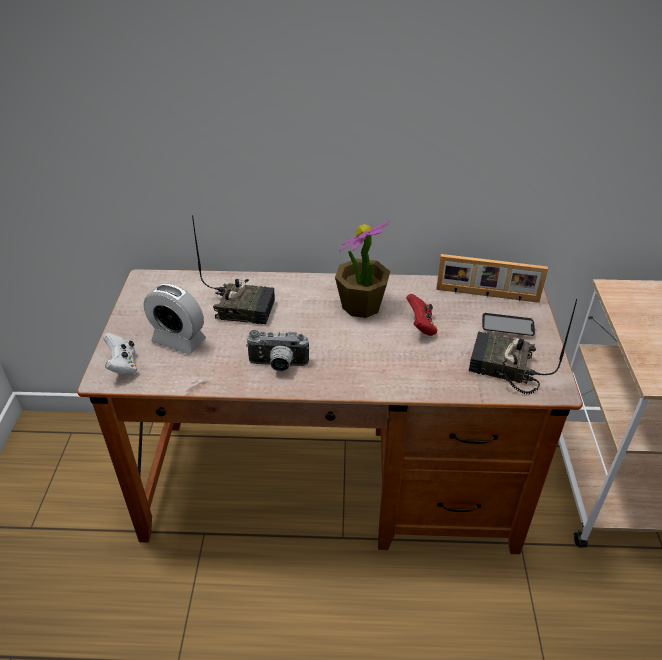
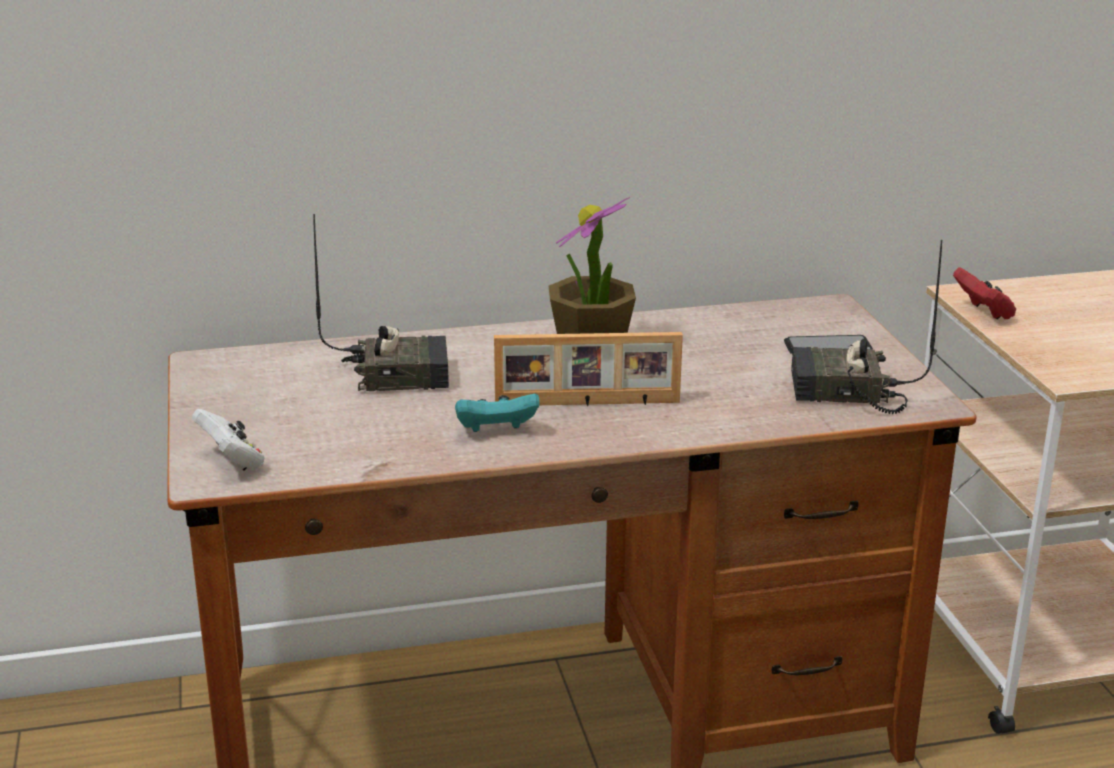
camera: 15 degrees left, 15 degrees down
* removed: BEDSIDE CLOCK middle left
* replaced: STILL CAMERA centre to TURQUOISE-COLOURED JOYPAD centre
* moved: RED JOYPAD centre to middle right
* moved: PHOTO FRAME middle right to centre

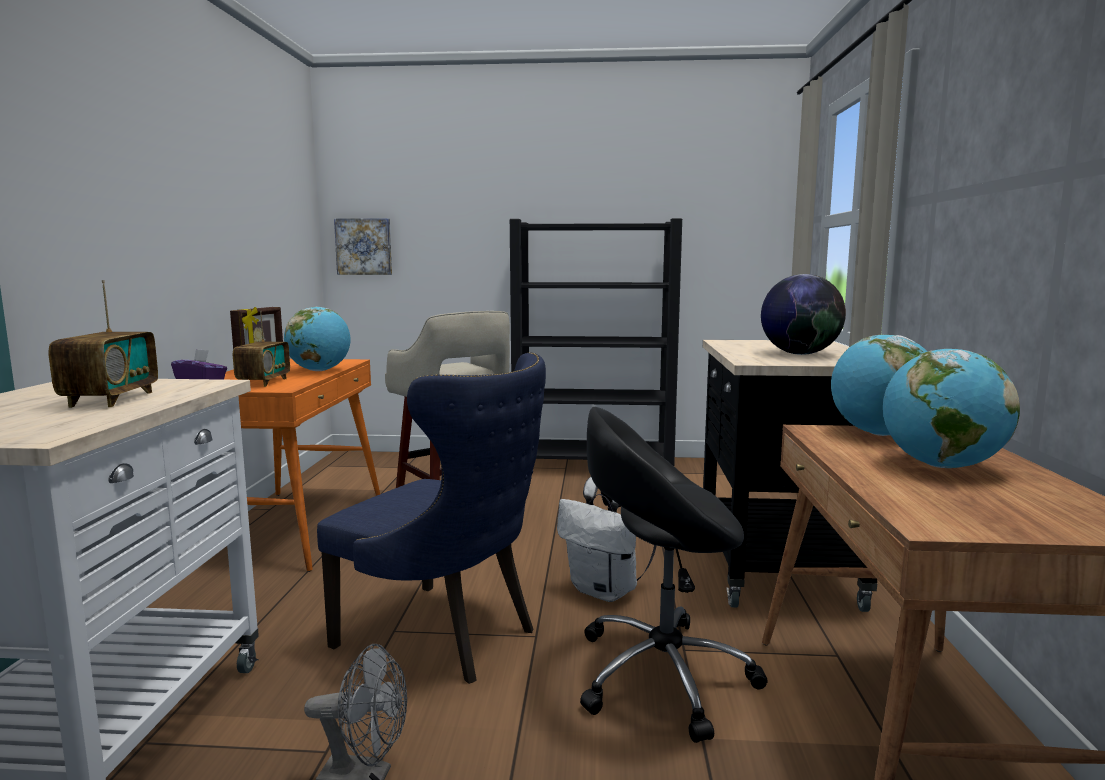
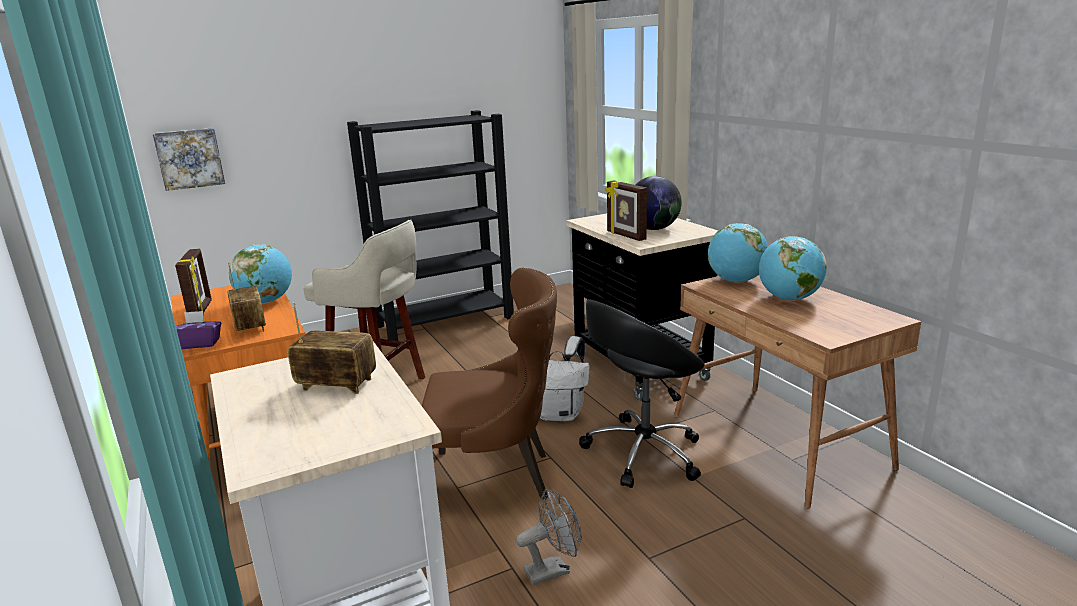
camera: 30 degrees left, 10 degrees up
* turned: RADIO SET (1st from left in the first image) middle left = middle left 45 degrees counterclockwise
* recoloured: BLUISH CHAIR centre to BROWN-COLOURED CHAIR centre
* added: PHOTO FRAME (2nd from left) centre

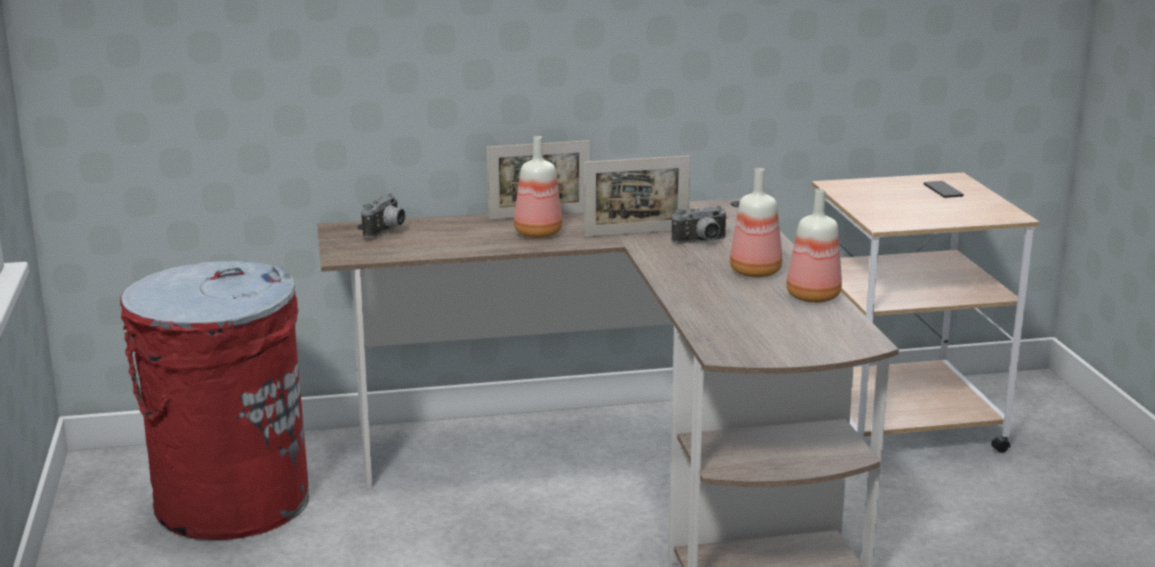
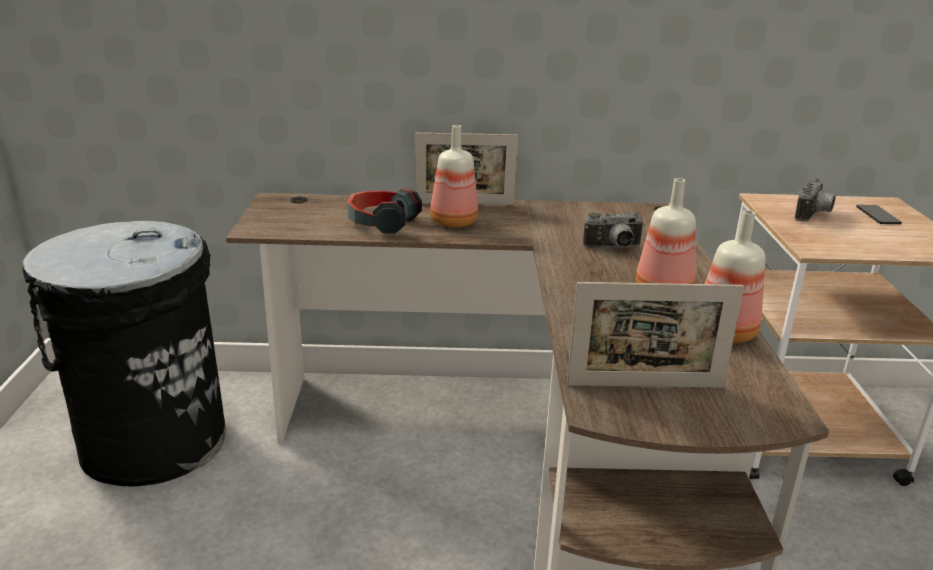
camera: 10 degrees right, 5 degrees up
* recoloured: RED TRASH CAN bottom left to BLACKISH TRASH CAN middle left
* moved: STILL CAMERA (1st from left in the first image) middle left to STILL CAMERA (2nd from left) middle right
* moved: PHOTO FRAME (2nd from left) centre to middle right
* added: HEADSET centre

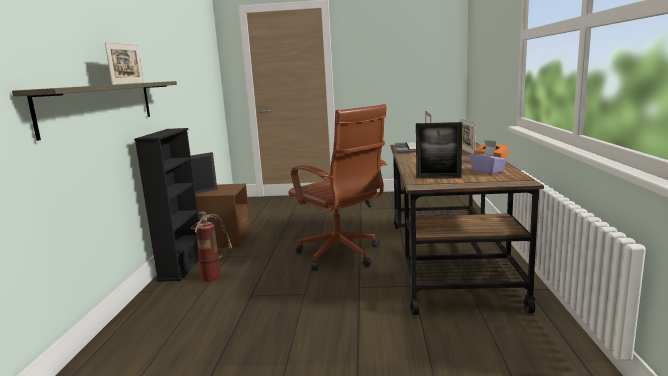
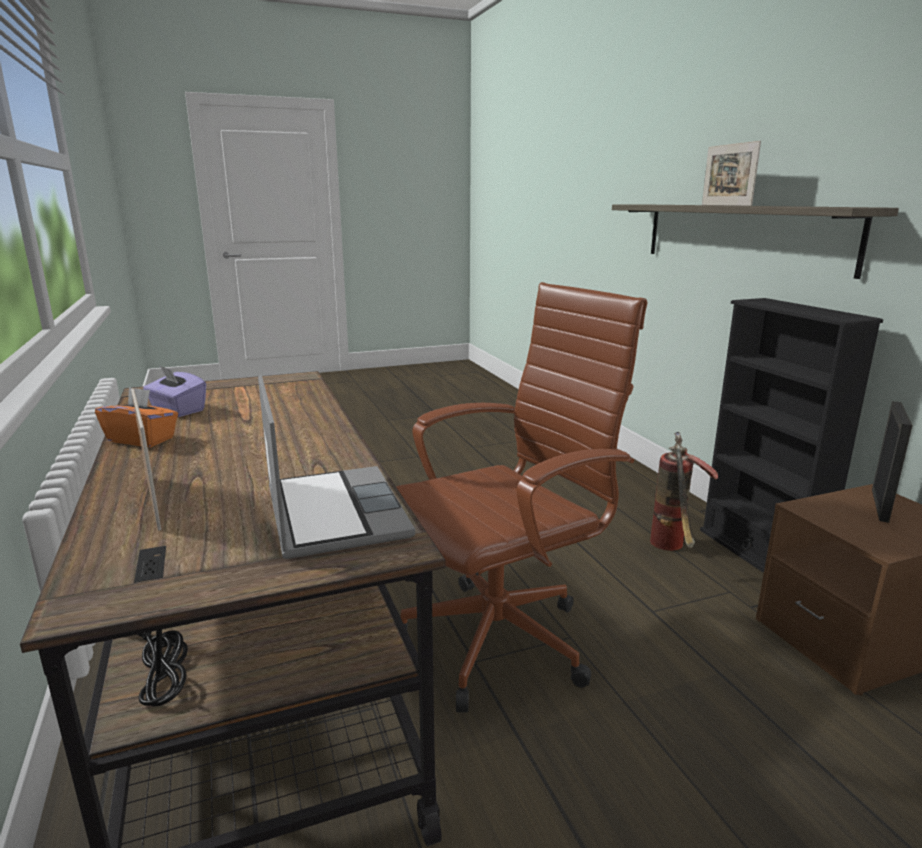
camera: 155 degrees right, 5 degrees up
* turned: BROWN-COLOURED OFFICE CHAIR centre = centre 120 degrees clockwise
* removed: PHOTO FRAME (3rd from left) centre

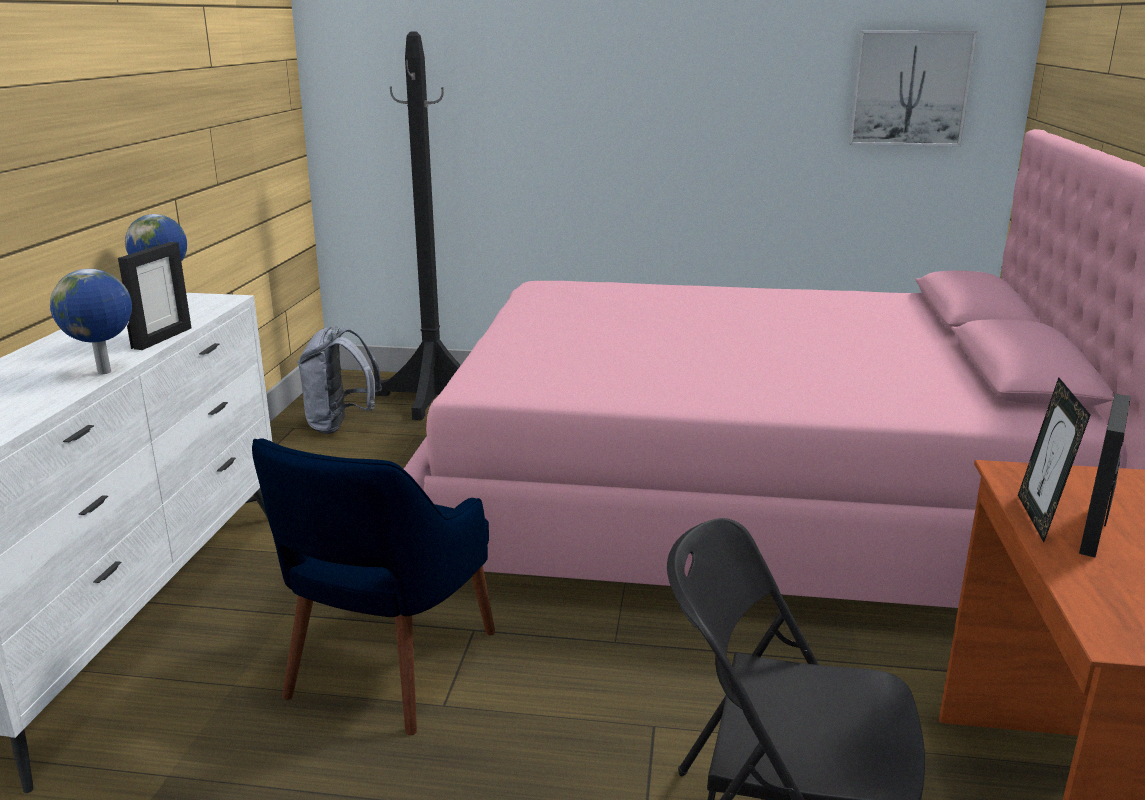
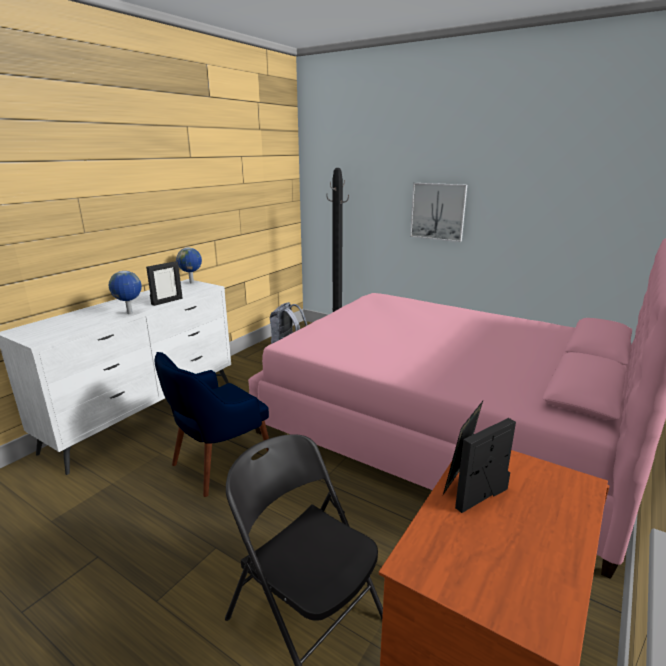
camera: 25 degrees right, 0 degrees up
* moved: WALL ART top right to top centre

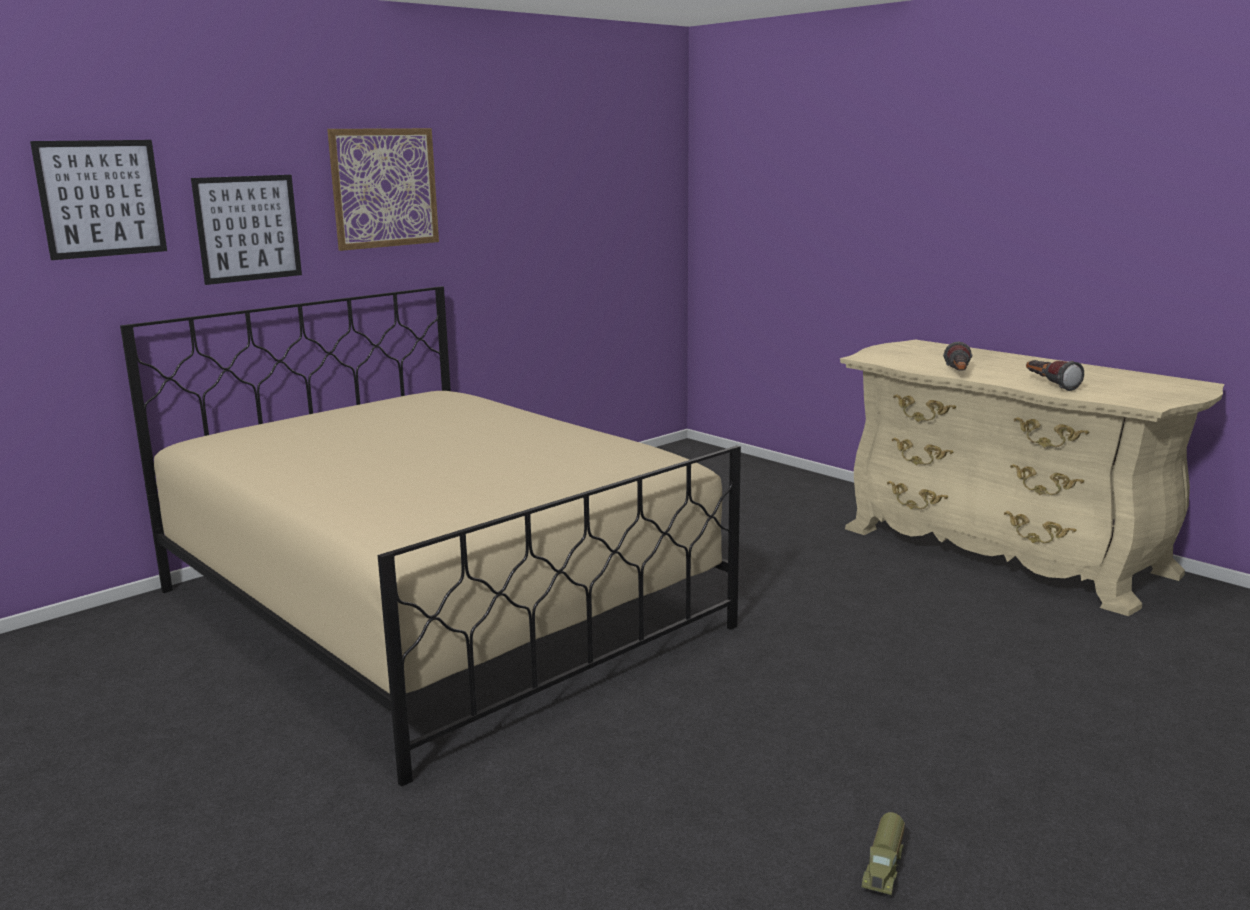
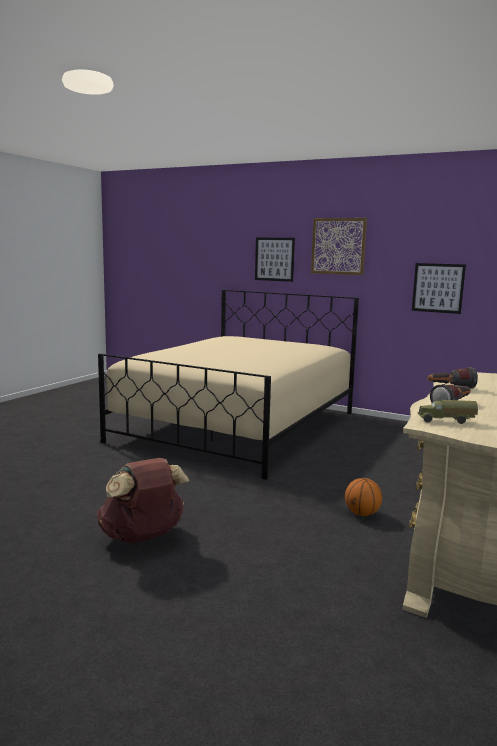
camera: 70 degrees right, 5 degrees down
* moved: WALL ART (1st from left in the first image) top left to WALL ART (3rd from left) middle right
* moved: MODEL TRUCK bottom right to middle right
* added: BROWN-COLOURED BACKPACK bottom left
* added: BASKETBALL middle right

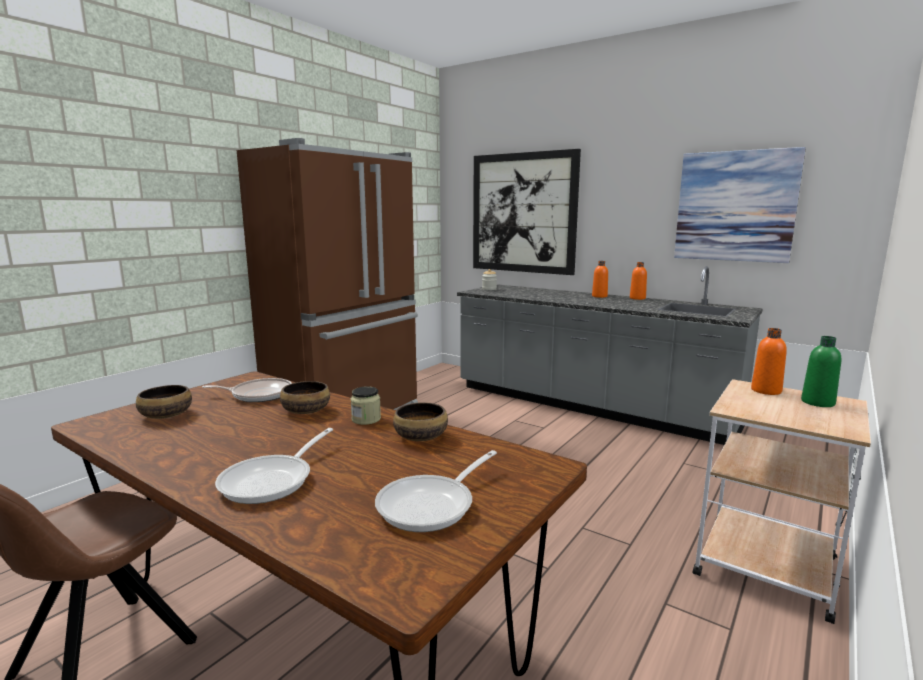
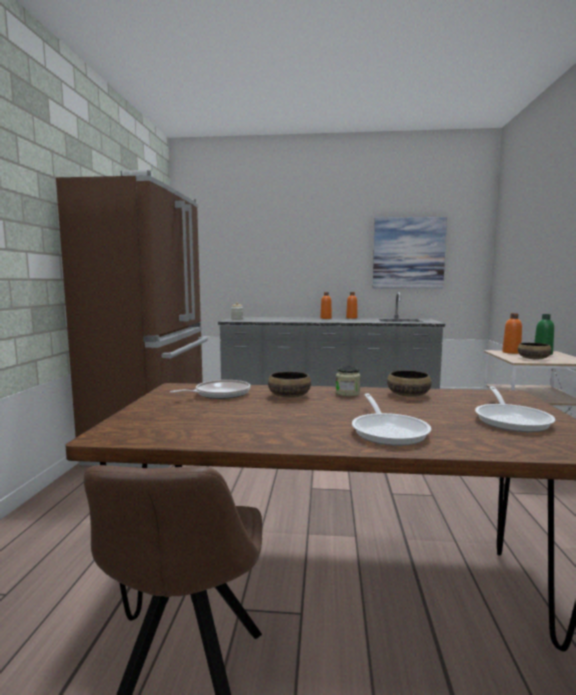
camera: 30 degrees left, 5 degrees down
* moved: SERVING BOWL (1st from left in the first image) middle left to SERVING BOWL (3rd from left) middle right
* removed: WALL ART (1st from left) top centre

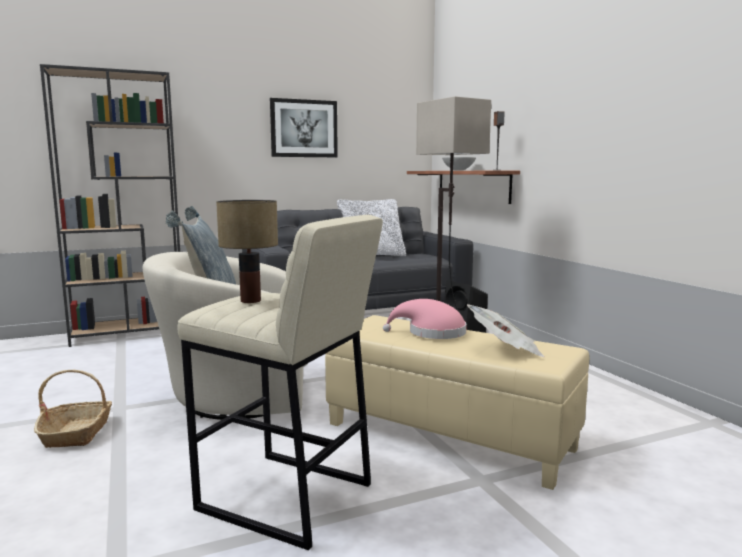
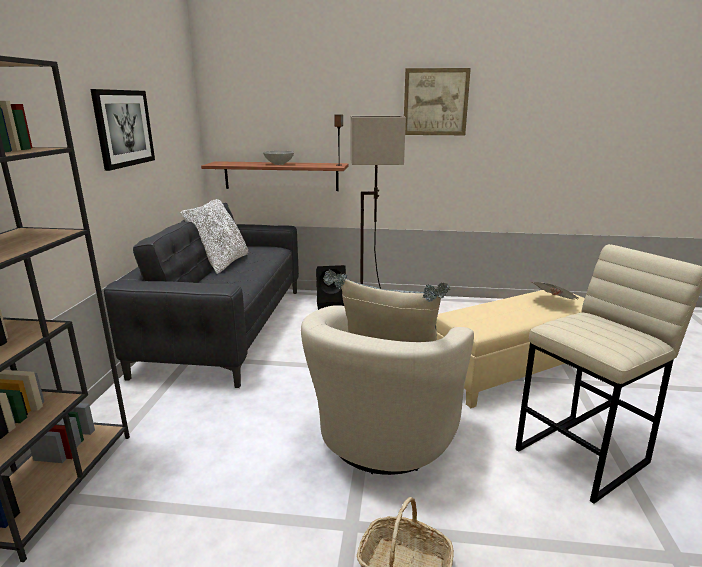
camera: 60 degrees left, 10 degrees up
* removed: LAMP FOR A TABLE middle left
* removed: PINKISH WEARABLE HAT centre
* added: WALL ART (2nd from left) top centre

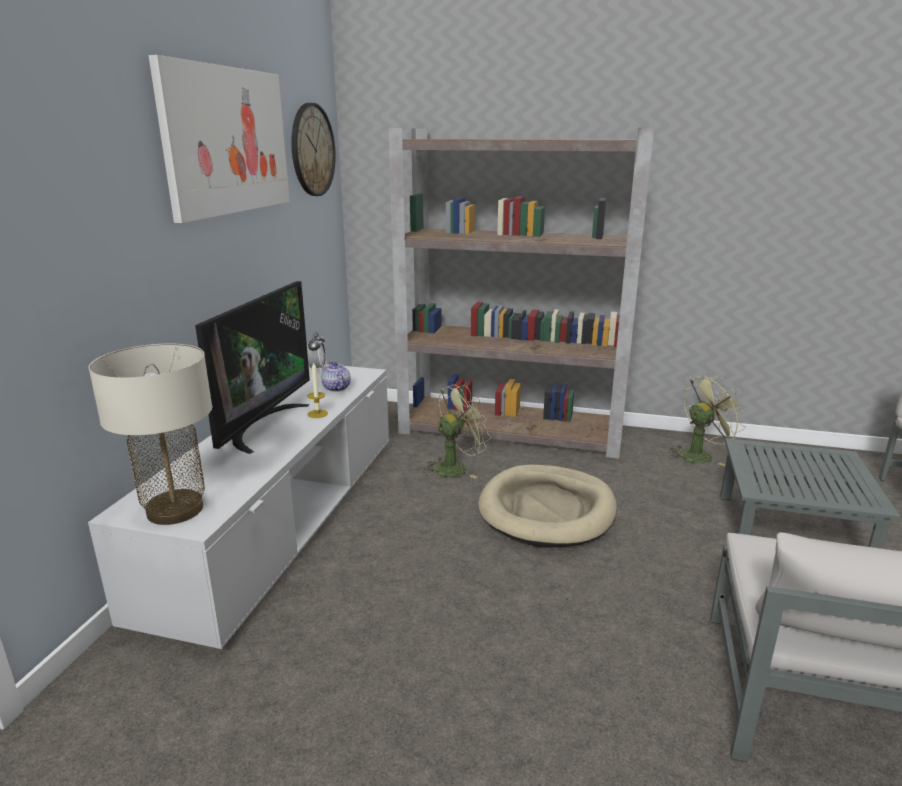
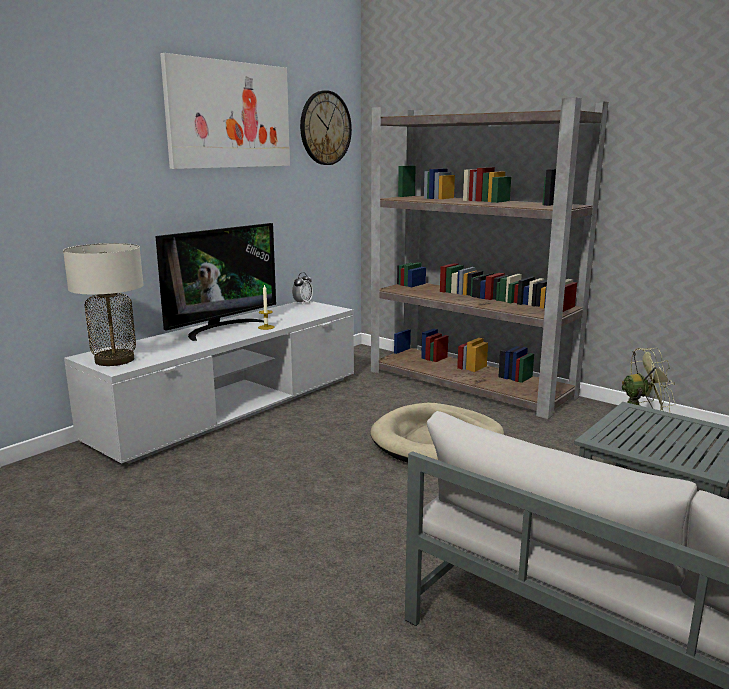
camera: 25 degrees right, 5 degrees down
* removed: POT FOR TEA centre
* removed: GREEN FAN (1st from left) centre

